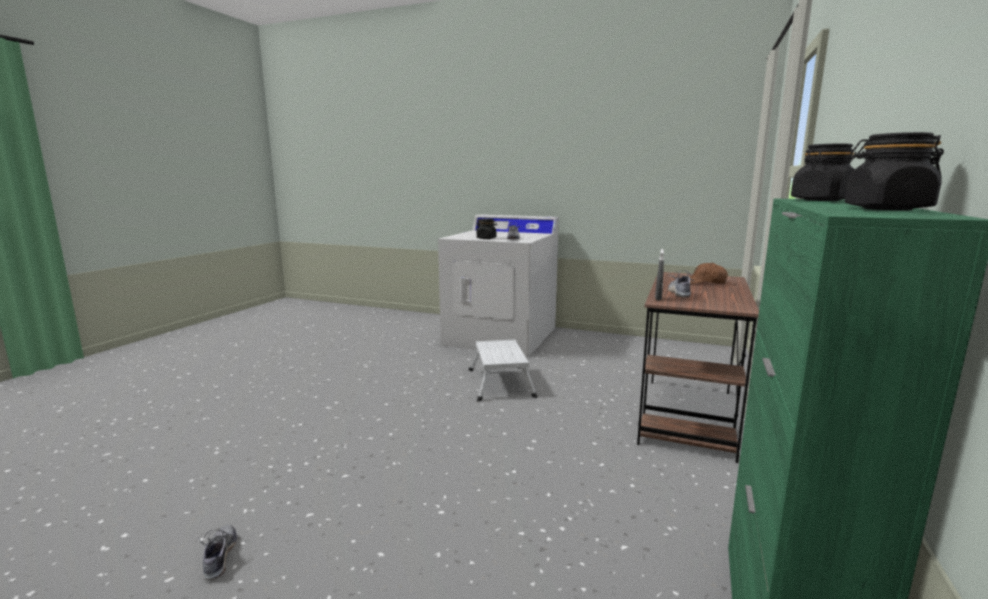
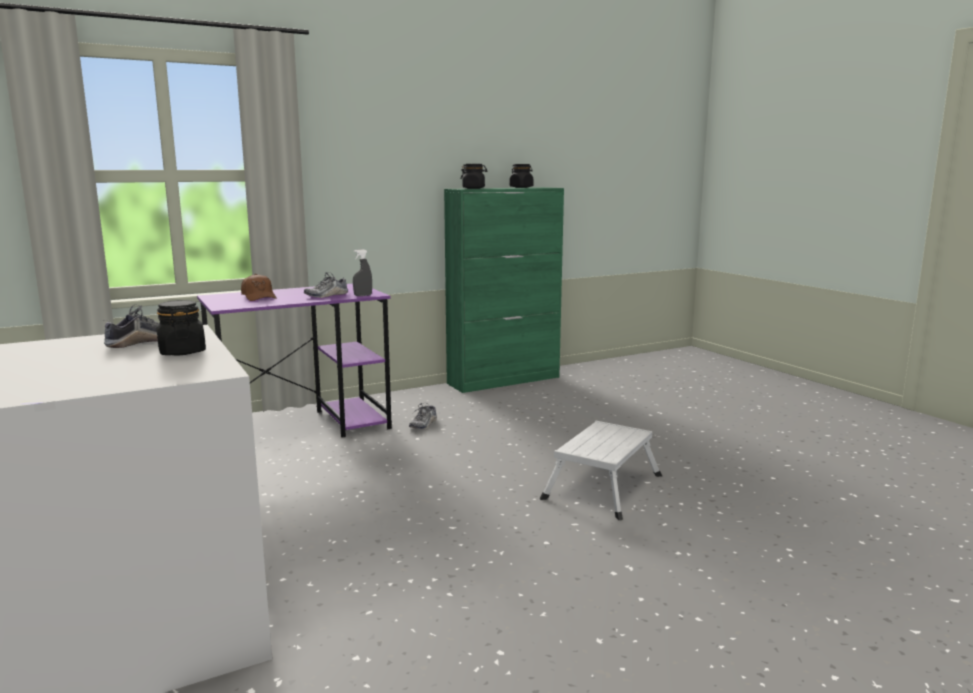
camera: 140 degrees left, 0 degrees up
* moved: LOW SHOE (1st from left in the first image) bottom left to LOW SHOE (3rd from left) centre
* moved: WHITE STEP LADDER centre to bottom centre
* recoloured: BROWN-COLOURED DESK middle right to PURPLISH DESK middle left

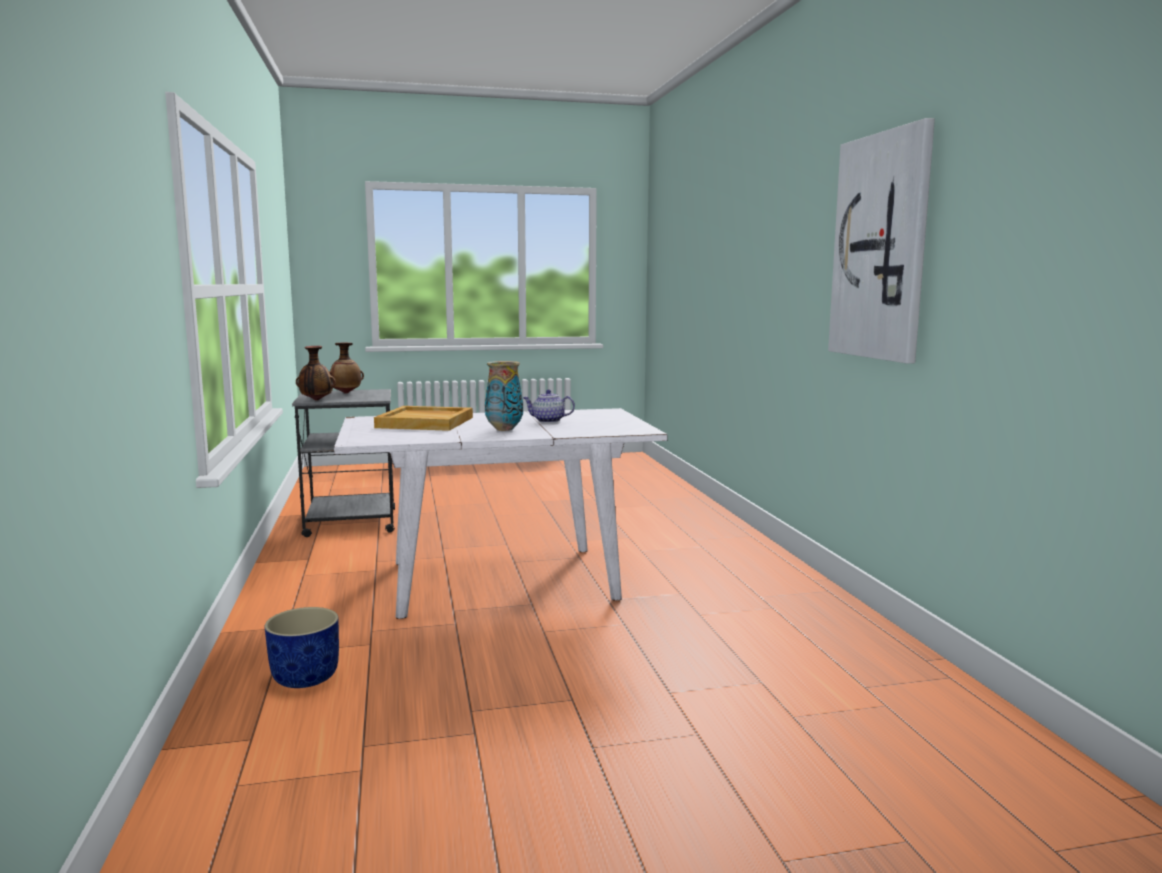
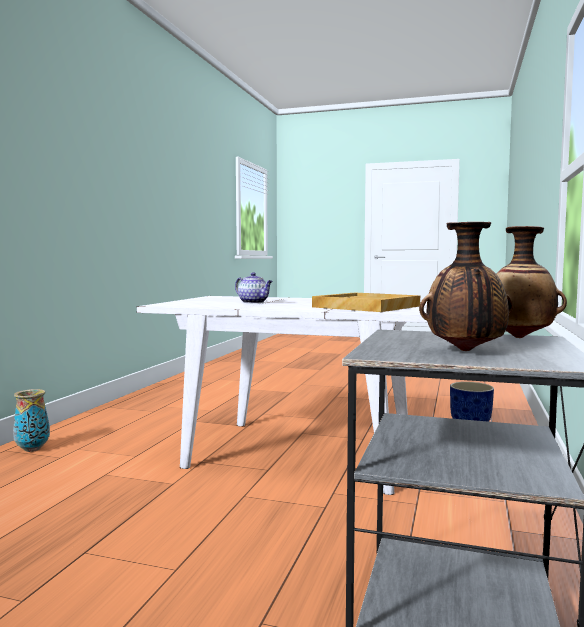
camera: 150 degrees left, 5 degrees down
* moved: VASE (3rd from left in the first image) centre to VASE (1st from left) bottom left
* removed: WALL ART top right

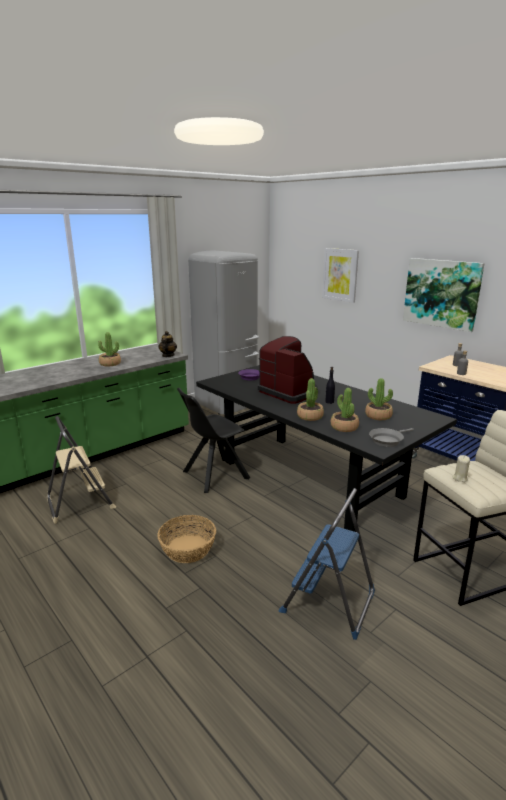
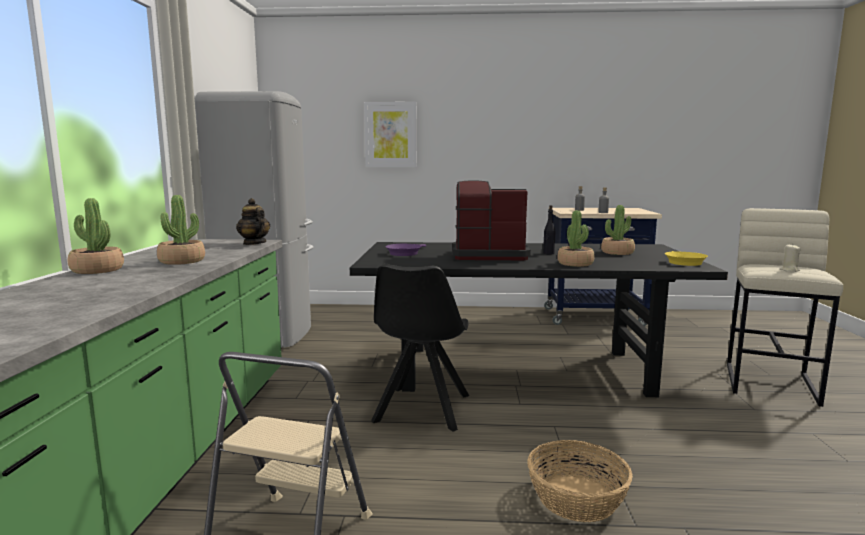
camera: 45 degrees left, 10 degrees down
* removed: BLUISH STEP LADDER bottom centre
* moved: HOUSEPLANT (3rd from left in the first image) middle right to HOUSEPLANT (1st from left) middle left
* recoloured: GREYISH PAN middle right to YELLOWISH PAN middle right
* removed: WALL ART (2nd from left) middle right

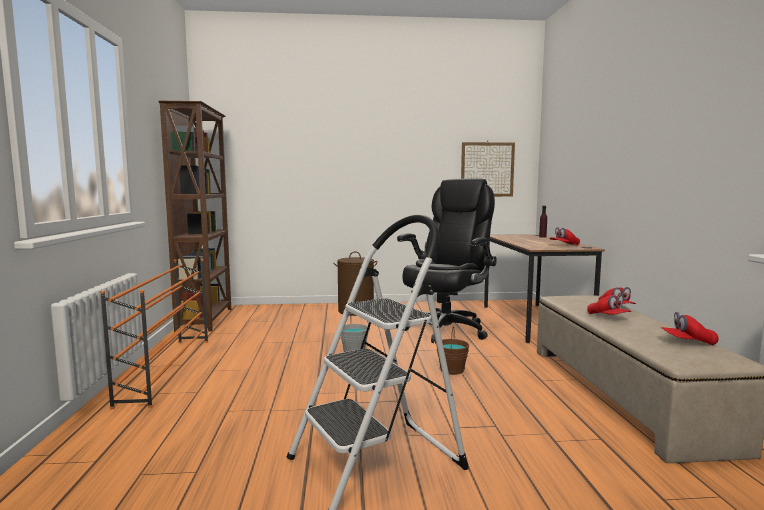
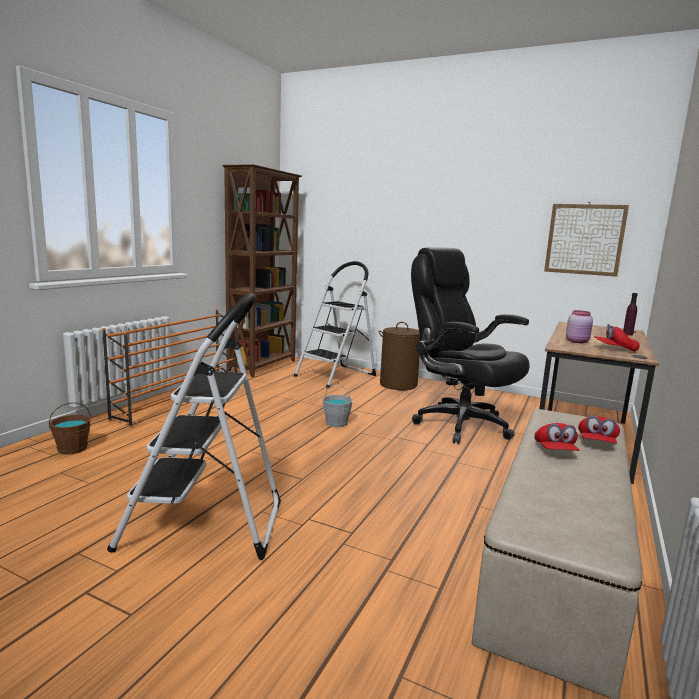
camera: 30 degrees right, 5 degrees up
* turned: BLACKISH OFFICE CHAIR centre = middle right 105 degrees counterclockwise
* moved: BROWN-COLOURED WATER BUCKET bottom centre to middle left
* removed: RED CAP (4th from left) middle right
* added: STEP LADDER (2nd from left) centre
* added: PINKISH JAR middle right

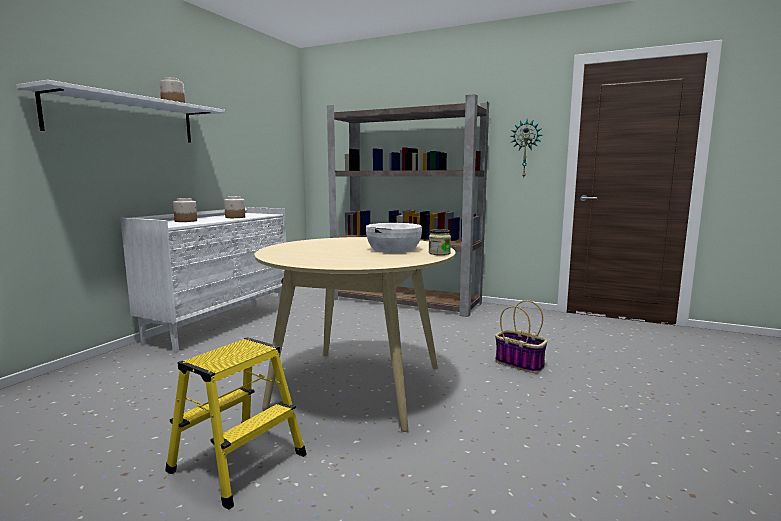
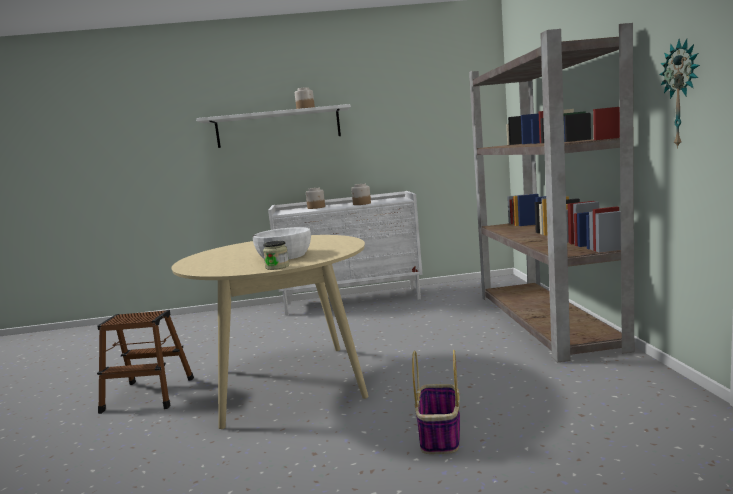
camera: 60 degrees right, 0 degrees up
* recoloured: YELLOWISH STEP LADDER bottom left to BROWN-COLOURED STEP LADDER bottom left

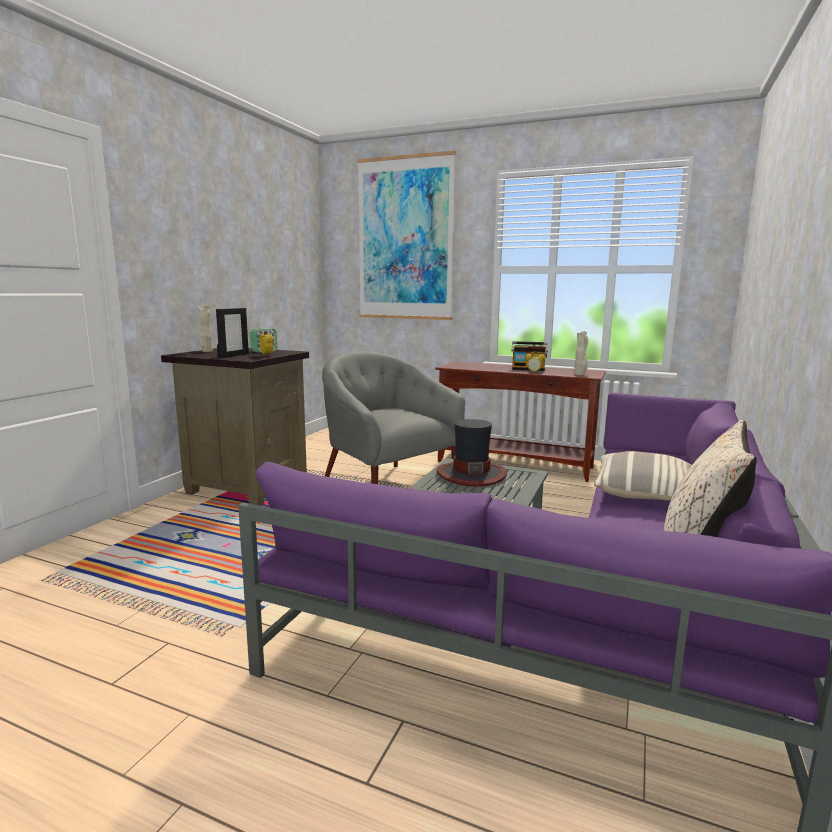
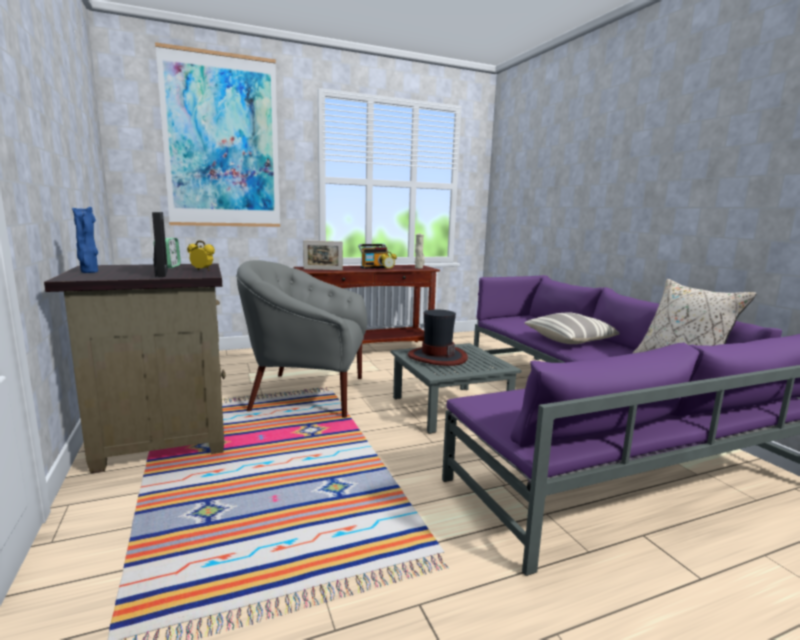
camera: 45 degrees left, 0 degrees up
* recoloured: BEIGE-COLOURED VASE (1st from left) middle left to BLUISH VASE middle left
* added: PHOTO FRAME (2nd from left) centre

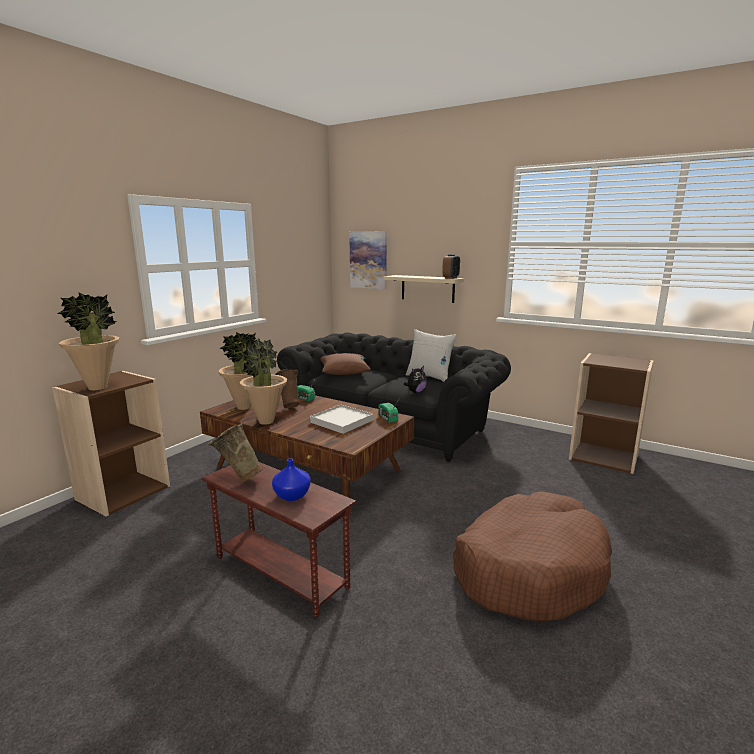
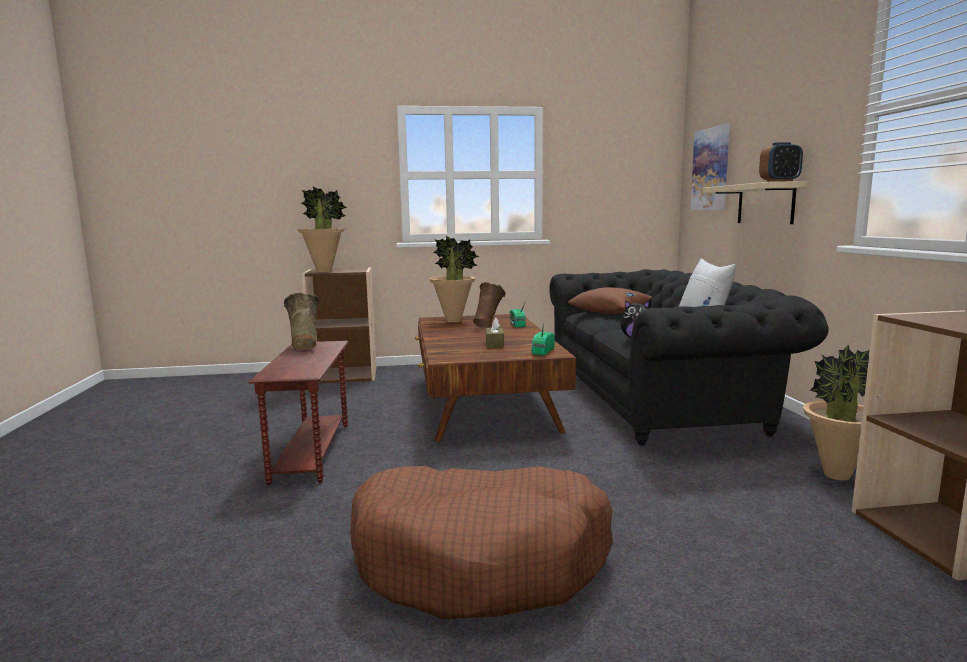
camera: 50 degrees right, 5 degrees down
* moved: HOUSEPLANT (3rd from left) centre to middle right
* removed: BLUISH VASE centre
* replaced: WHITE SERVING TRAY centre to BROWN-COLOURED TISSUE HOLDER centre

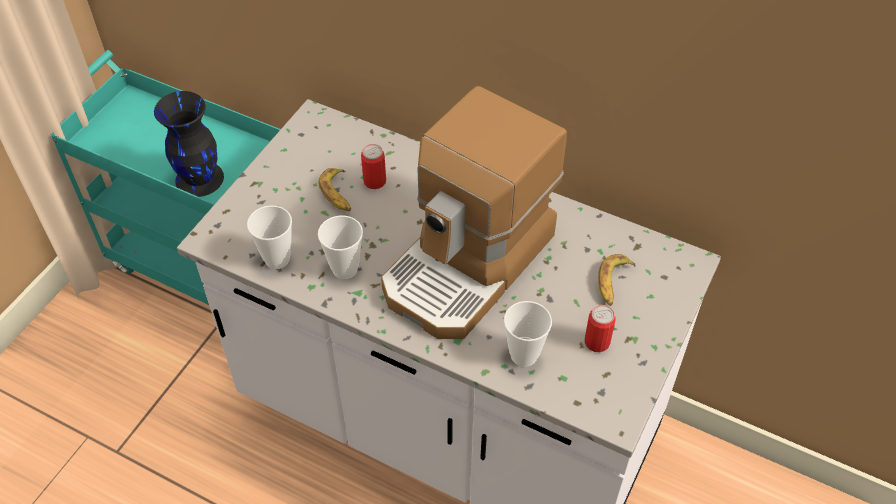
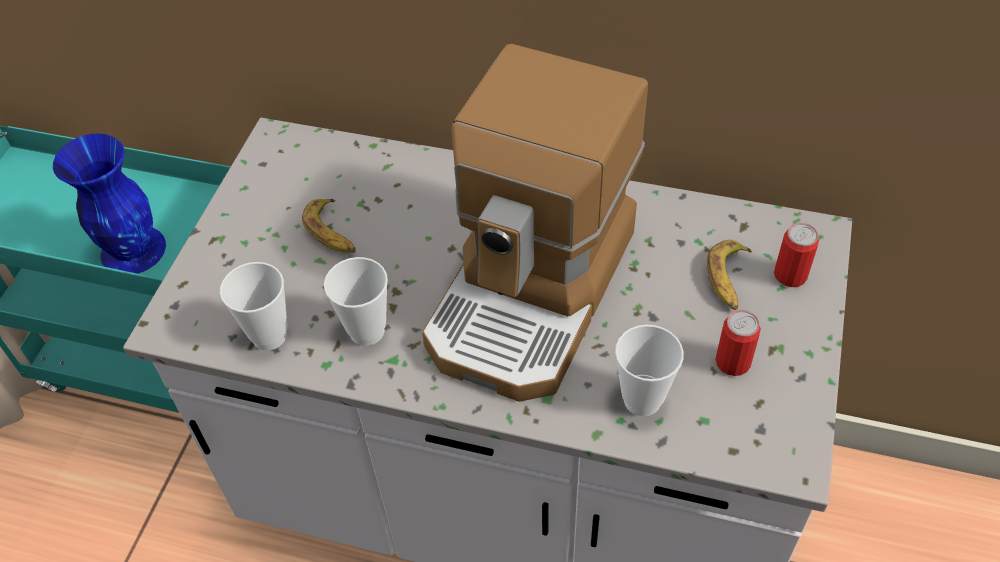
camera: 10 degrees left, 0 degrees up
* recoloured: BLACKISH VASE top left to BLUISH VASE middle left
* moved: METAL CAN (1st from left in the first image) top centre to METAL CAN (2nd from left) middle right

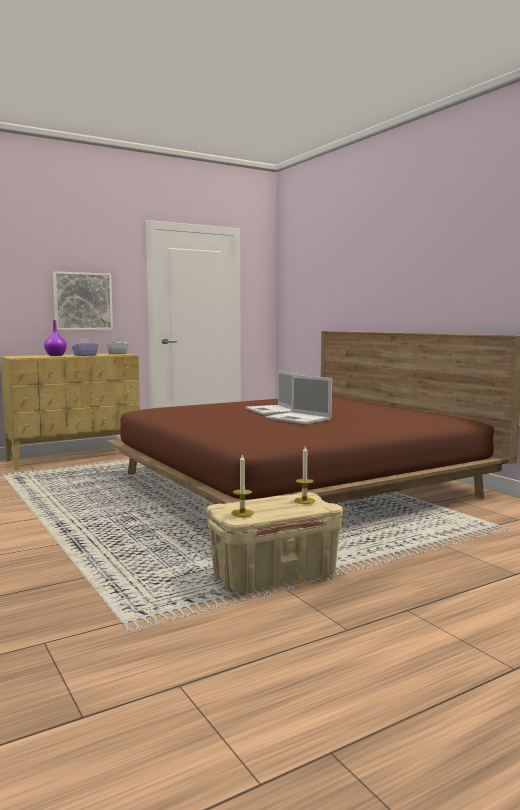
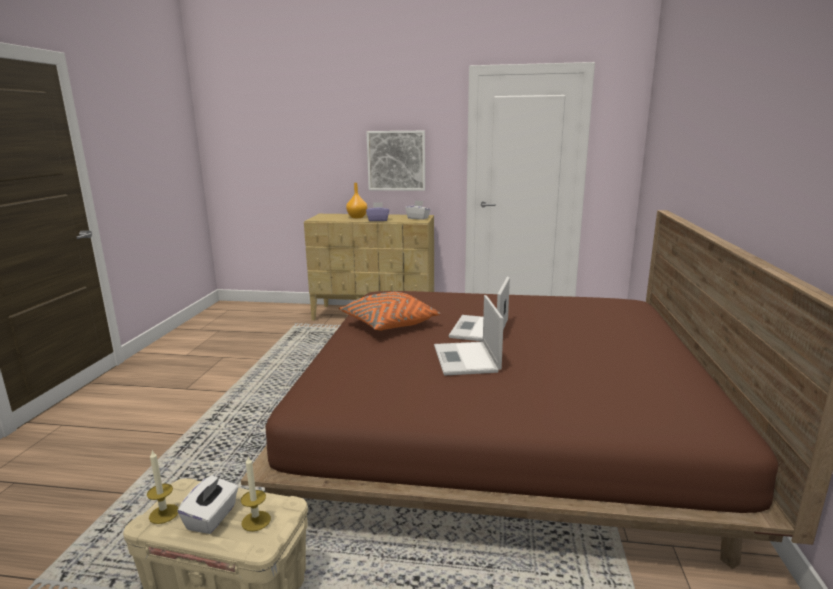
camera: 40 degrees right, 10 degrees up
* recoloured: PURPLISH VASE middle left to ORANGE VASE centre
* added: WHITE TISSUE HOLDER (1st from left) bottom left
* added: ORANGE PILLOW centre

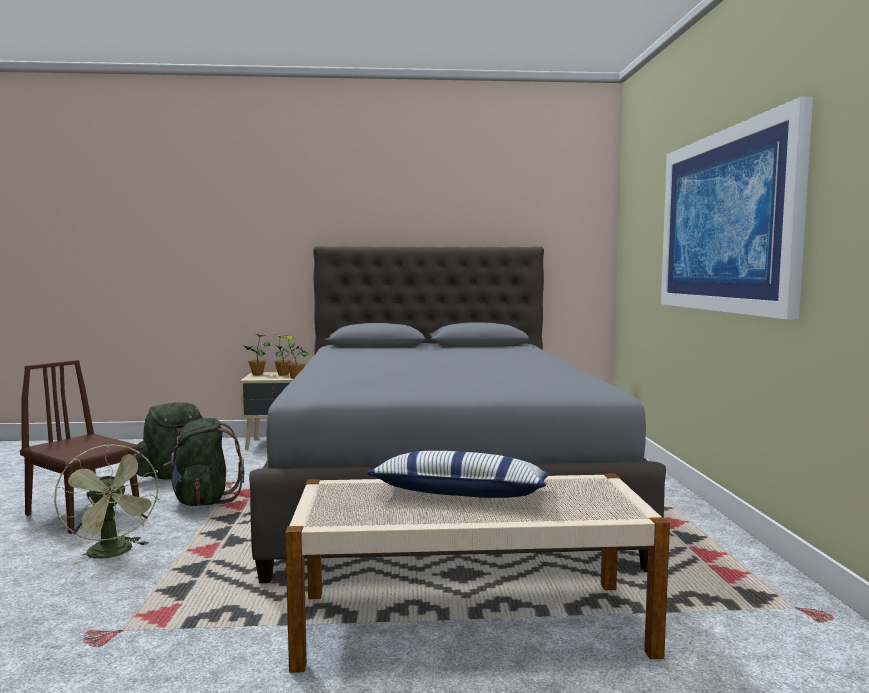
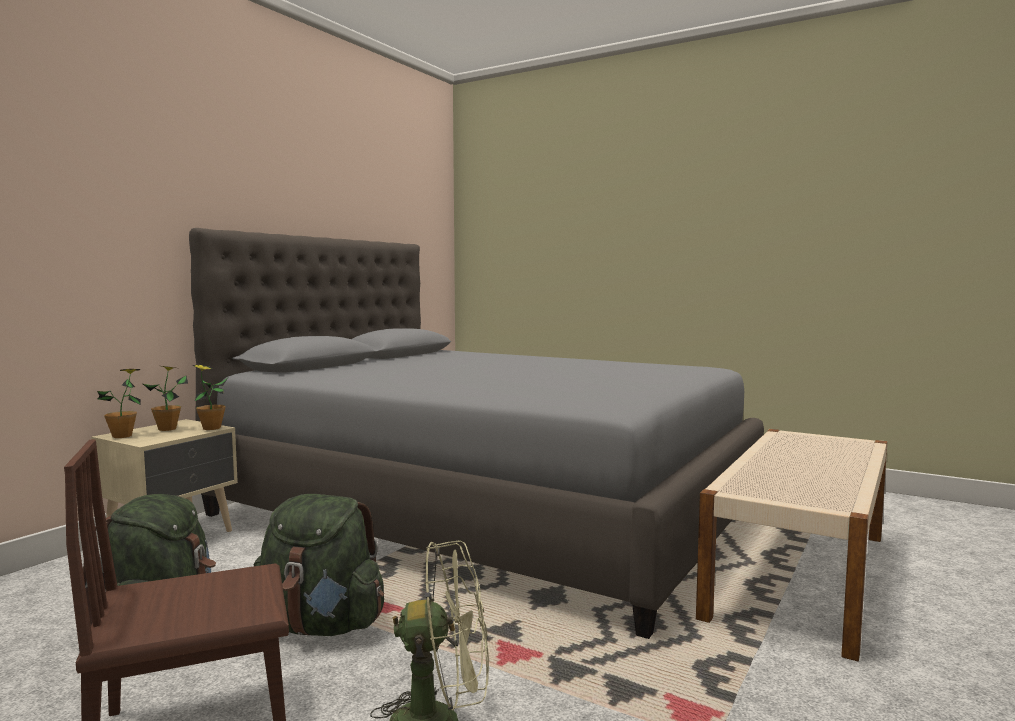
camera: 55 degrees left, 0 degrees up
* removed: PILLOW bottom centre
* removed: WALL ART top right

